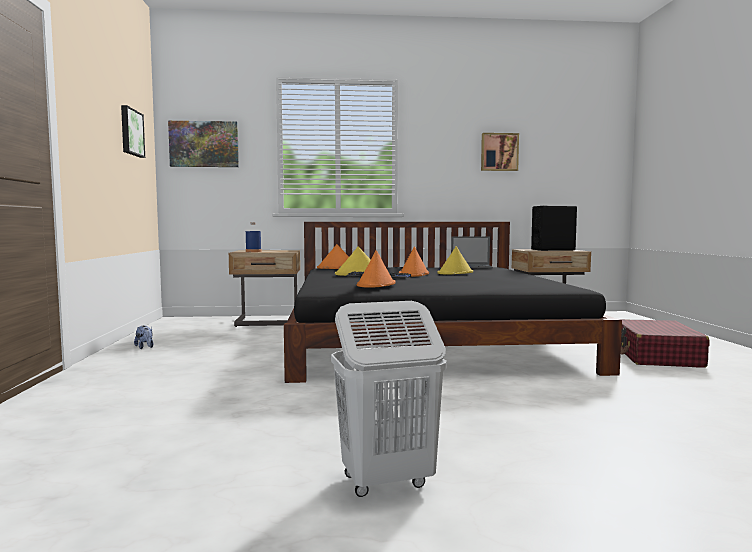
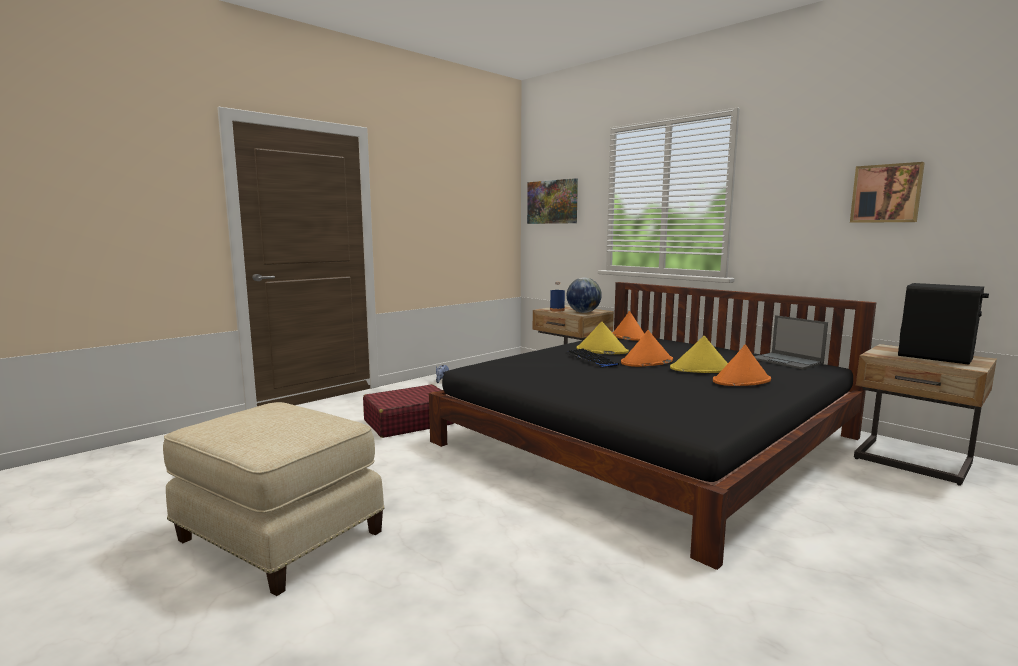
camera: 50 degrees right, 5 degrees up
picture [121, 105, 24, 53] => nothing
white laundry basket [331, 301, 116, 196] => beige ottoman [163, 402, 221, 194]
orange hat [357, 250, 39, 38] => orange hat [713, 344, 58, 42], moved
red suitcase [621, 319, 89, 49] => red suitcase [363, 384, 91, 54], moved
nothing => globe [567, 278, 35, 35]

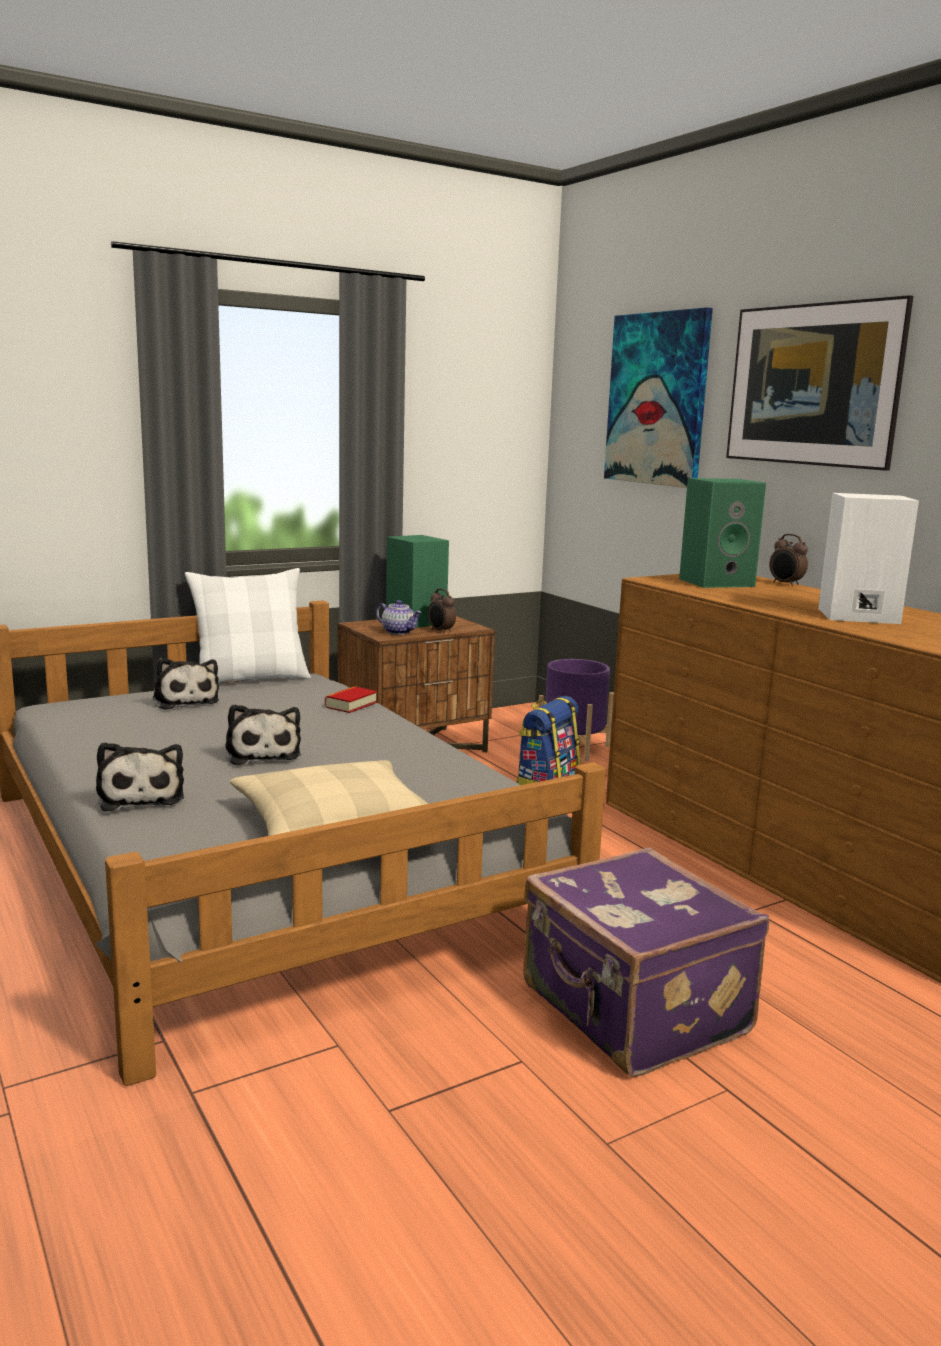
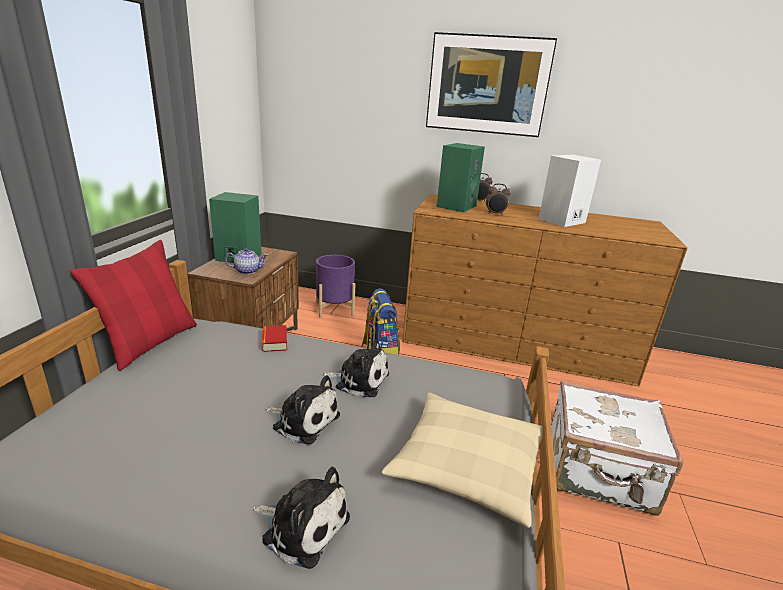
camera: 45 degrees left, 10 degrees up
plush toy [153, 658, 66, 52] => plush toy [322, 339, 67, 58], moved
white pillow [185, 568, 126, 115] => red pillow [70, 240, 127, 131]
alarm clock [428, 588, 28, 46] => alarm clock [486, 184, 24, 30], moved
purple suitcase [523, 848, 246, 229] => white suitcase [551, 381, 132, 135]
picture [604, 307, 109, 181] => nothing

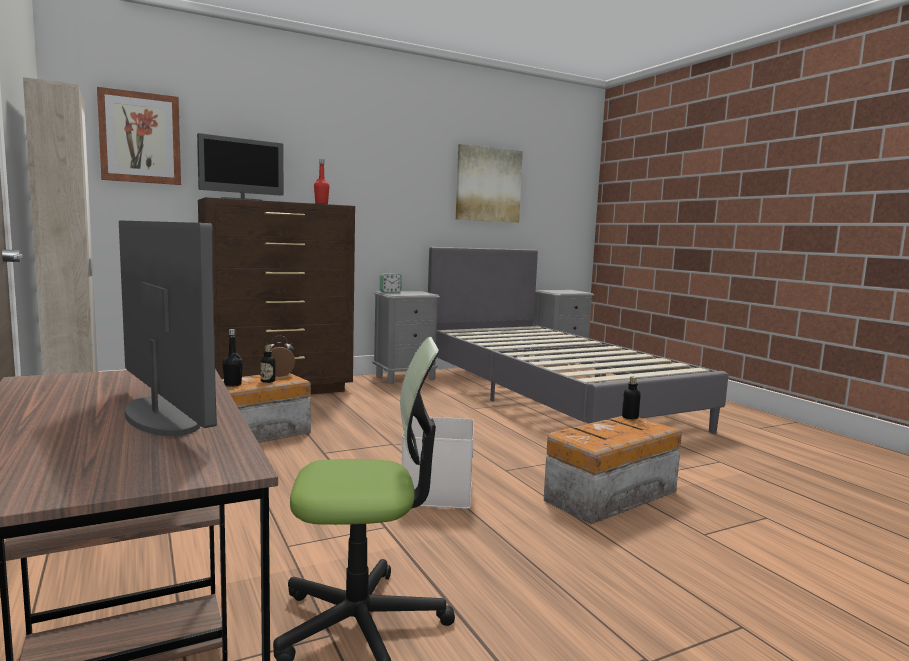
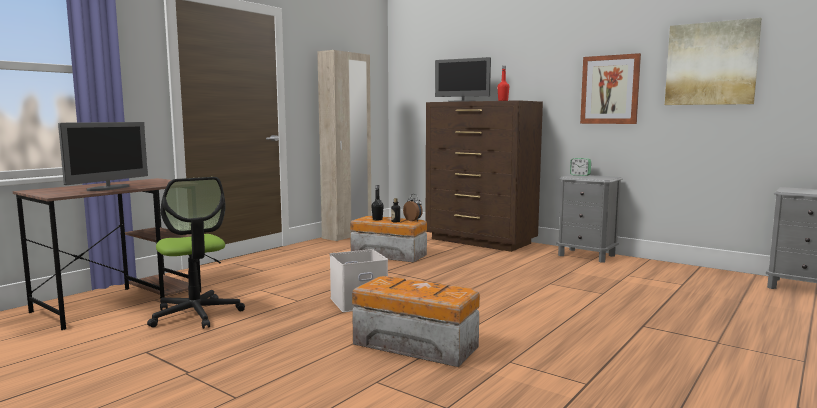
camera: 65 degrees right, 0 degrees up
picture [97, 87, 84, 98] => picture [580, 53, 61, 71], moved
grey bed [428, 247, 300, 187] => nothing
bottle [622, 377, 19, 42] => nothing

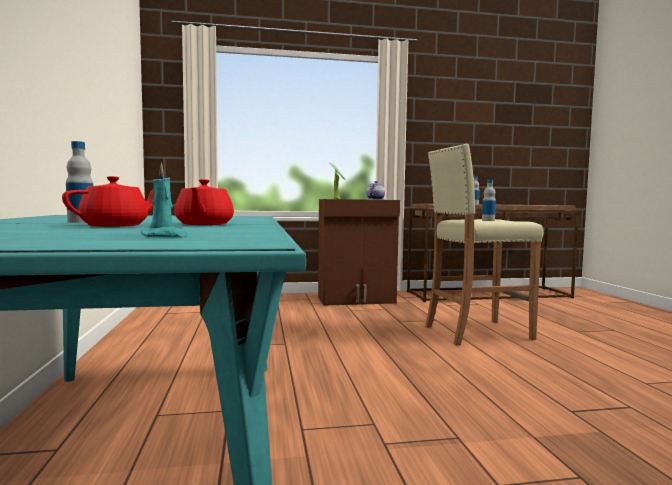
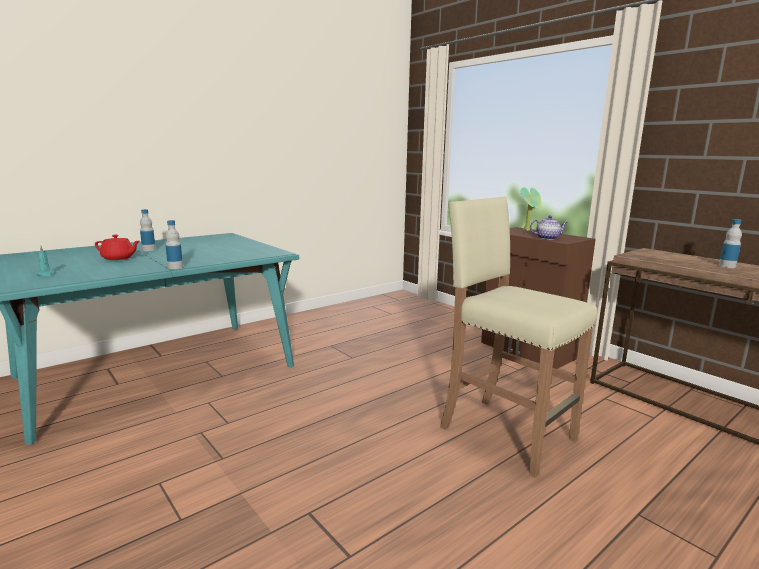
camera: 60 degrees right, 10 degrees up
red teapot [174, 179, 60, 46] => nothing
bottle [482, 179, 14, 42] => bottle [165, 220, 18, 49], moved

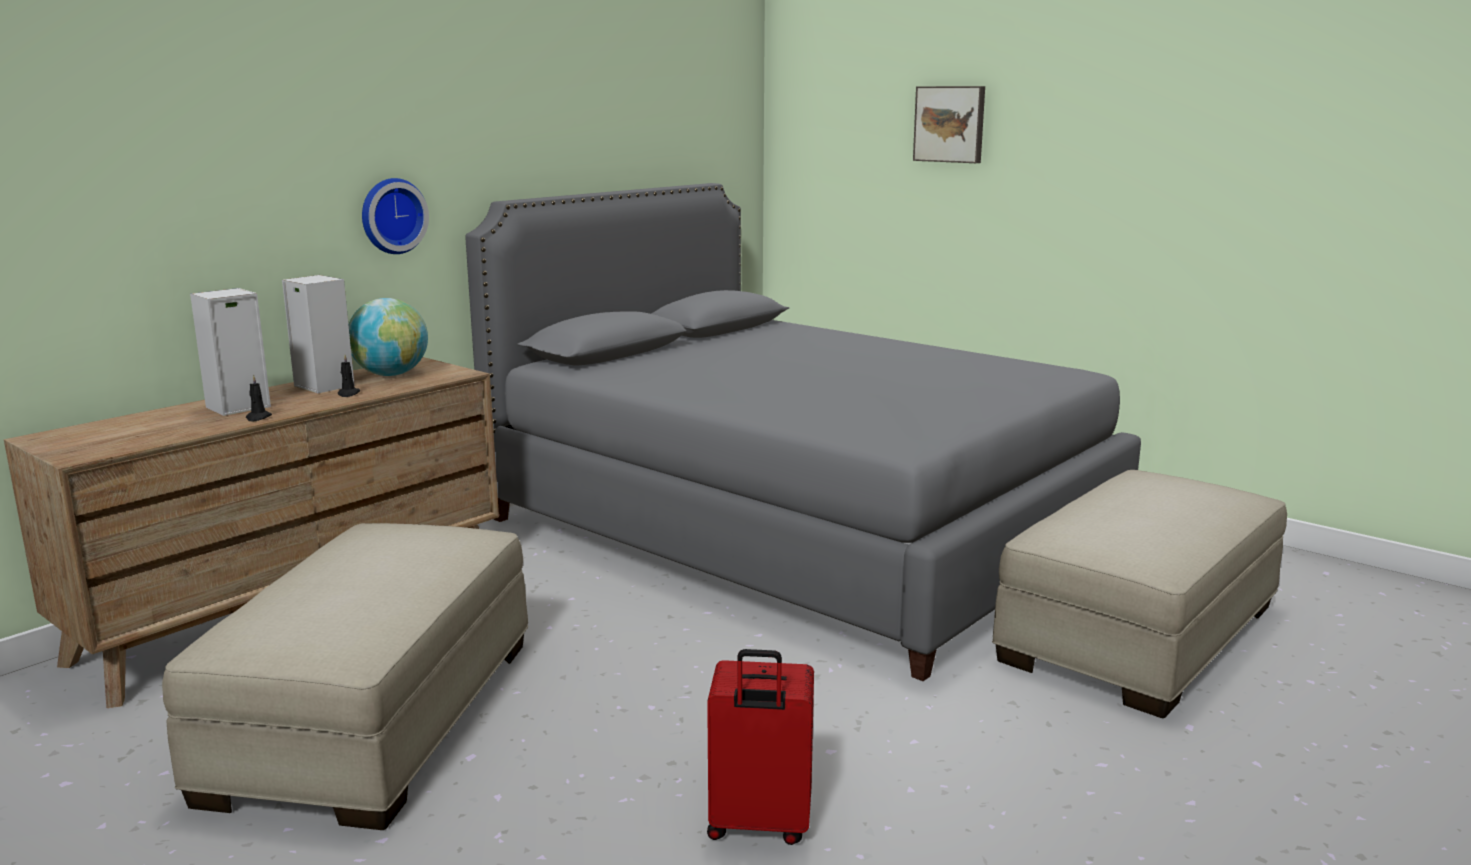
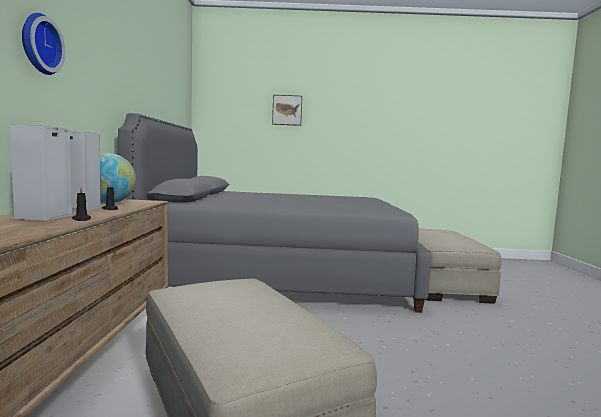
camera: 40 degrees left, 10 degrees down
wall clock [362, 178, 67, 76] => wall clock [22, 13, 43, 62], moved
red suitcase [707, 649, 107, 196] => nothing

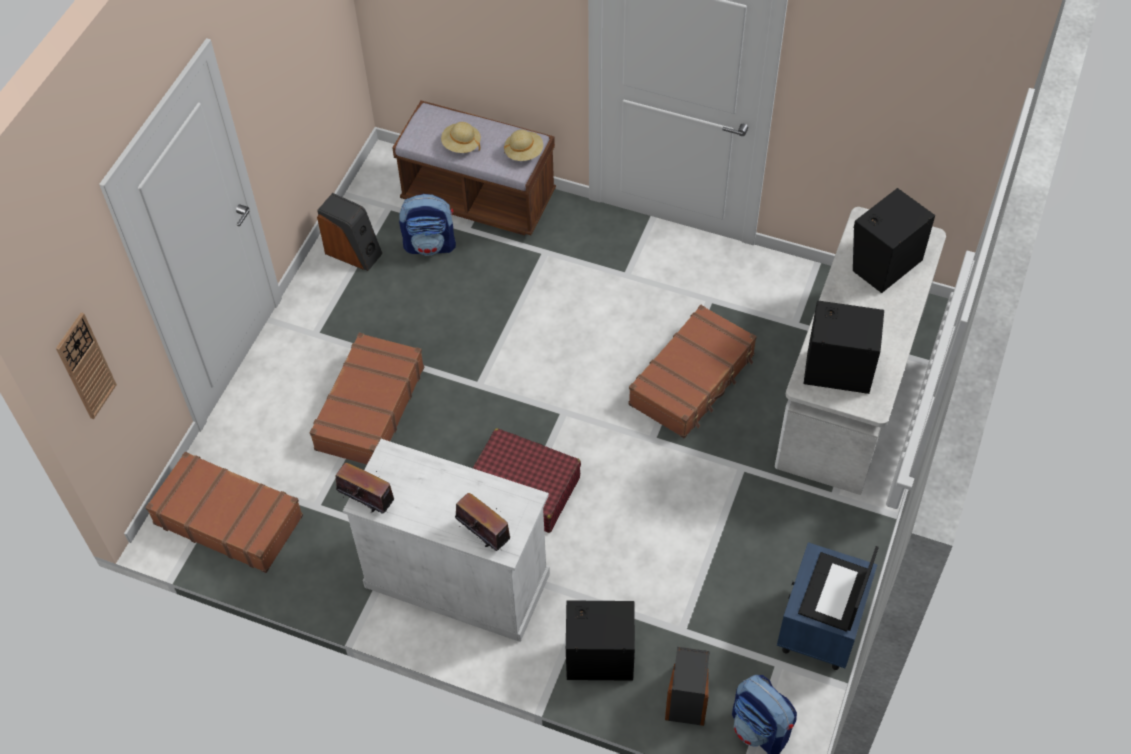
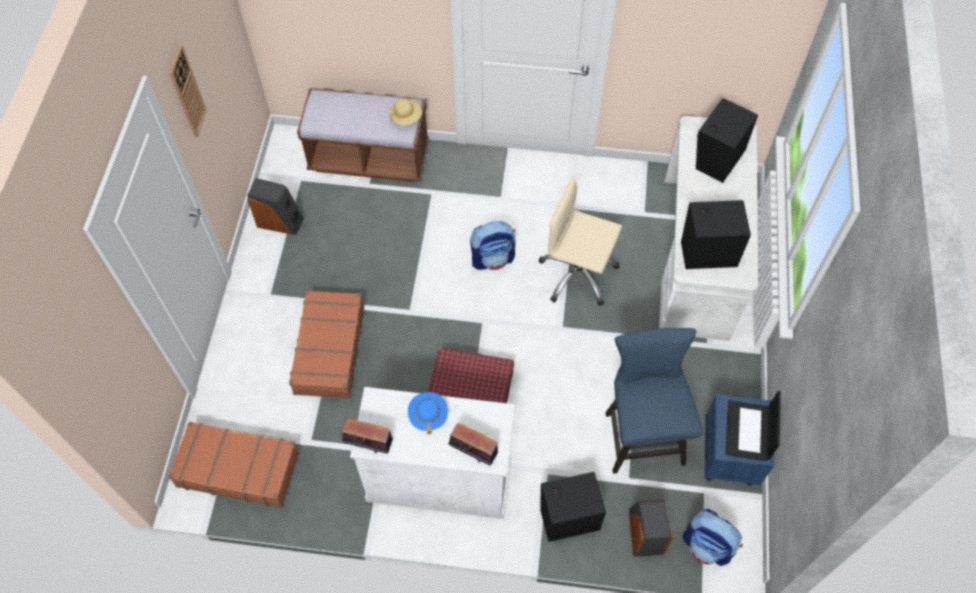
camera: 15 degrees left, 5 degrees up
wall clock [56, 312, 61, 107] => wall clock [169, 45, 38, 92], moved
backpack [399, 194, 57, 62] => backpack [470, 221, 46, 49], moved
beige hat [441, 122, 40, 31] => nothing
brown suitcase [628, 305, 129, 133] => beige office chair [538, 177, 84, 129]
nothing => blue hat [408, 392, 40, 42]
nothing => blue chair [605, 328, 98, 146]

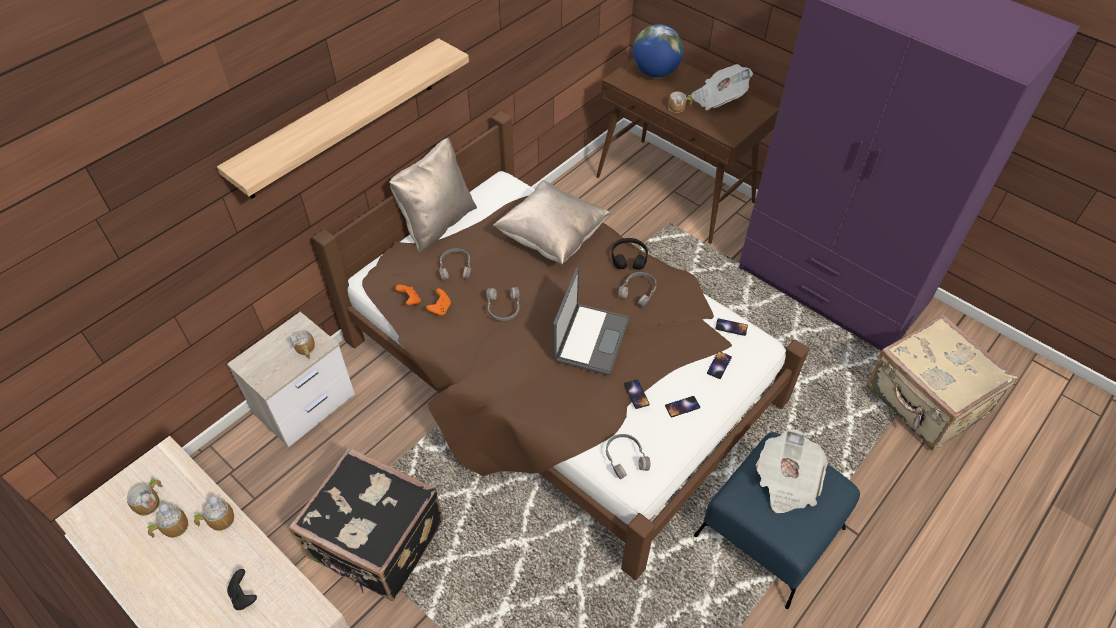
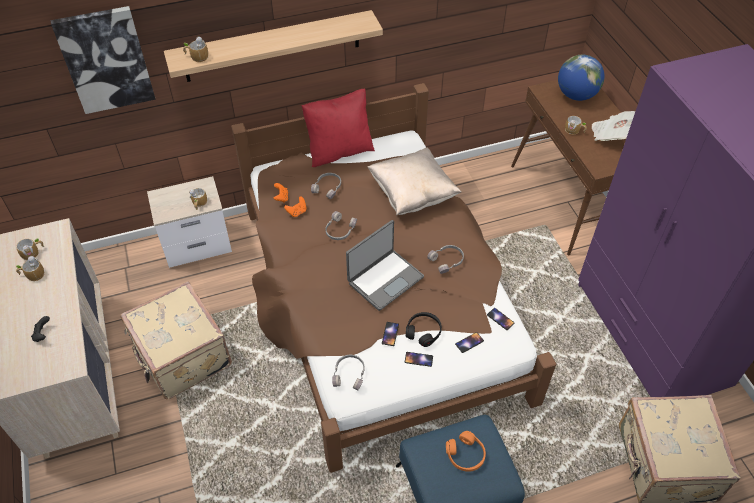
camera: 30 degrees right, 0 degrees up
mug [194, 496, 41, 35] => mug [183, 37, 25, 25], moved
black suitcase [289, 448, 154, 153] => beige suitcase [120, 282, 112, 117]
beige pillow [389, 138, 88, 114] => red pillow [301, 89, 74, 78]
black headphones [612, 238, 36, 32] => black headphones [406, 312, 36, 35], moved
newspaper [756, 429, 72, 84] => orange headphones [446, 431, 40, 41]
nothing => picture [51, 6, 105, 108]

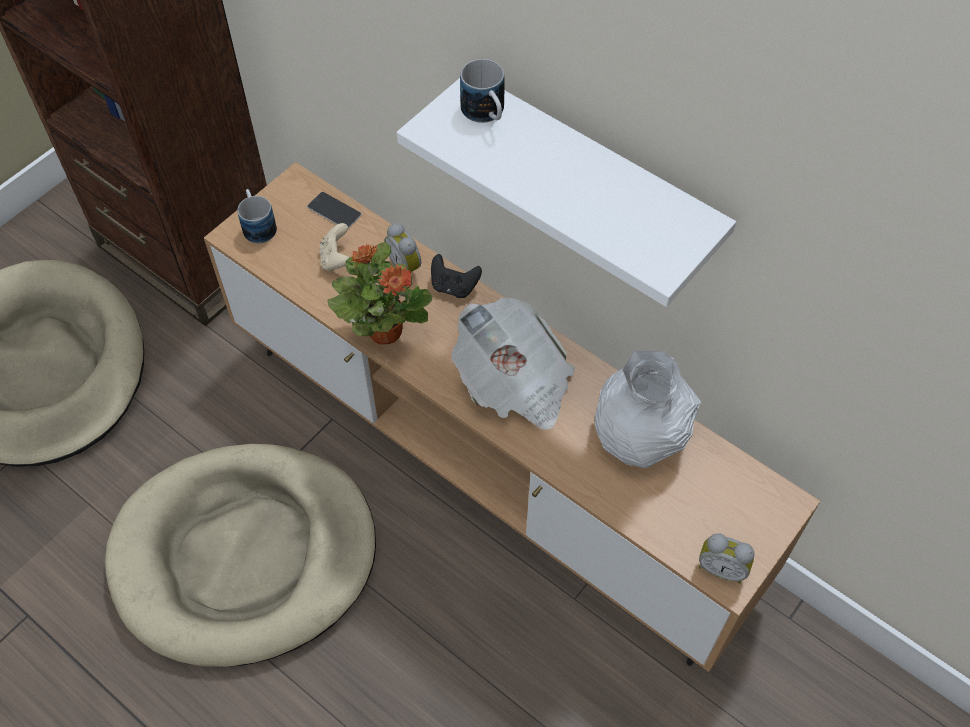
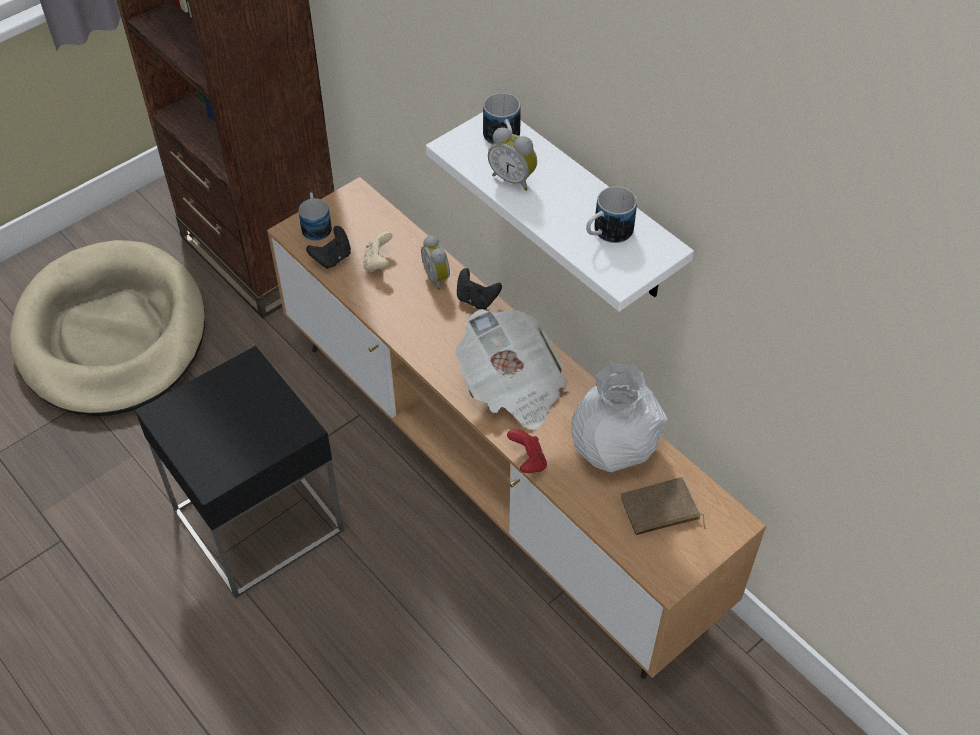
camera: 10 degrees right, 5 degrees down
beige dog bed [105, 444, 271, 223] => black side table [135, 346, 209, 252]
phone [307, 192, 55, 37] => nothing
potted plant [328, 242, 104, 103] => nothing
alarm clock [699, 533, 55, 51] => alarm clock [488, 128, 49, 63], moved
nothing => black game controller [306, 226, 45, 43]
nothing => red game controller [507, 429, 40, 44]
nothing => mug [586, 186, 51, 57]
nothing => brown book [620, 477, 86, 58]

